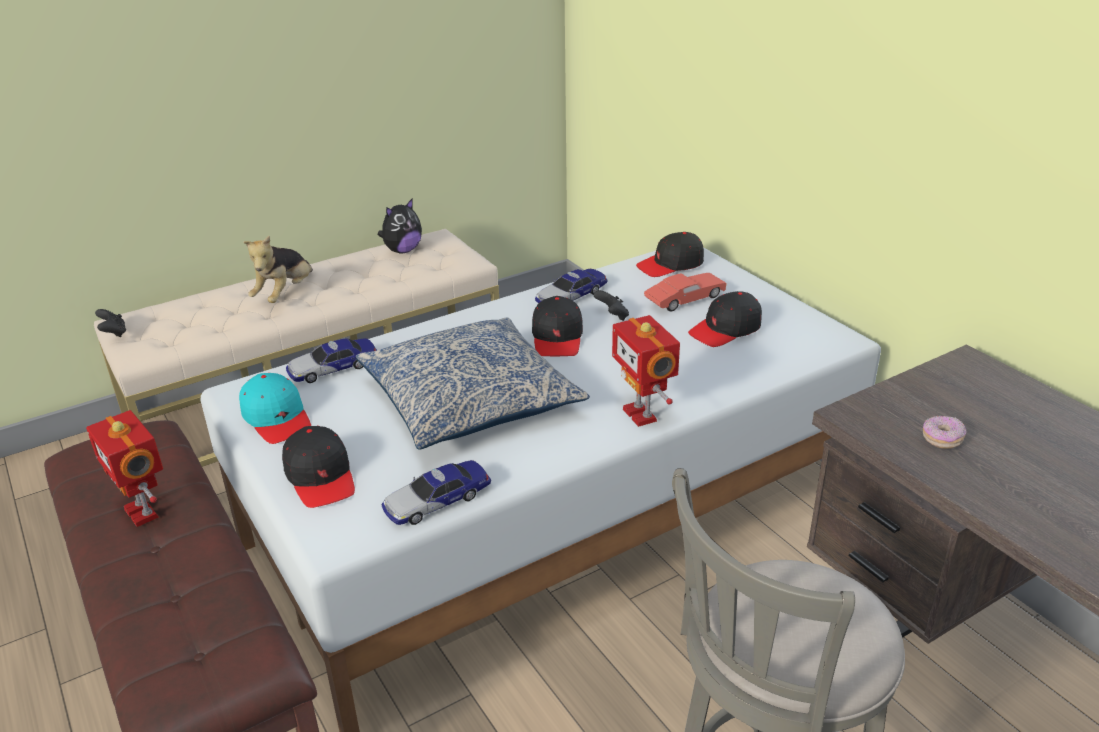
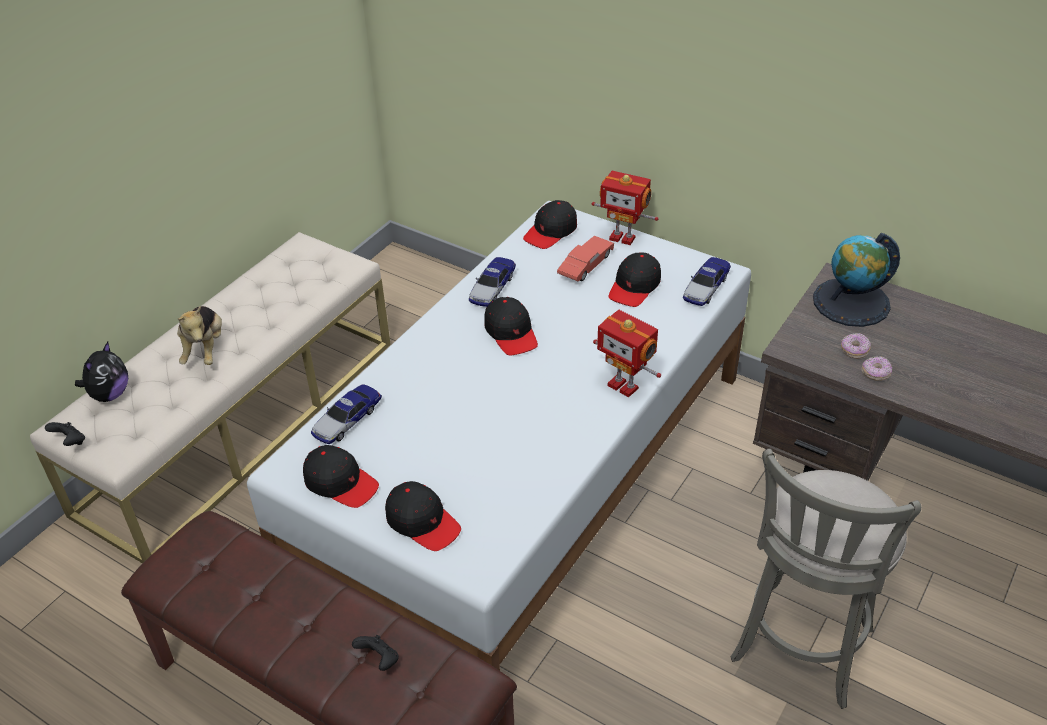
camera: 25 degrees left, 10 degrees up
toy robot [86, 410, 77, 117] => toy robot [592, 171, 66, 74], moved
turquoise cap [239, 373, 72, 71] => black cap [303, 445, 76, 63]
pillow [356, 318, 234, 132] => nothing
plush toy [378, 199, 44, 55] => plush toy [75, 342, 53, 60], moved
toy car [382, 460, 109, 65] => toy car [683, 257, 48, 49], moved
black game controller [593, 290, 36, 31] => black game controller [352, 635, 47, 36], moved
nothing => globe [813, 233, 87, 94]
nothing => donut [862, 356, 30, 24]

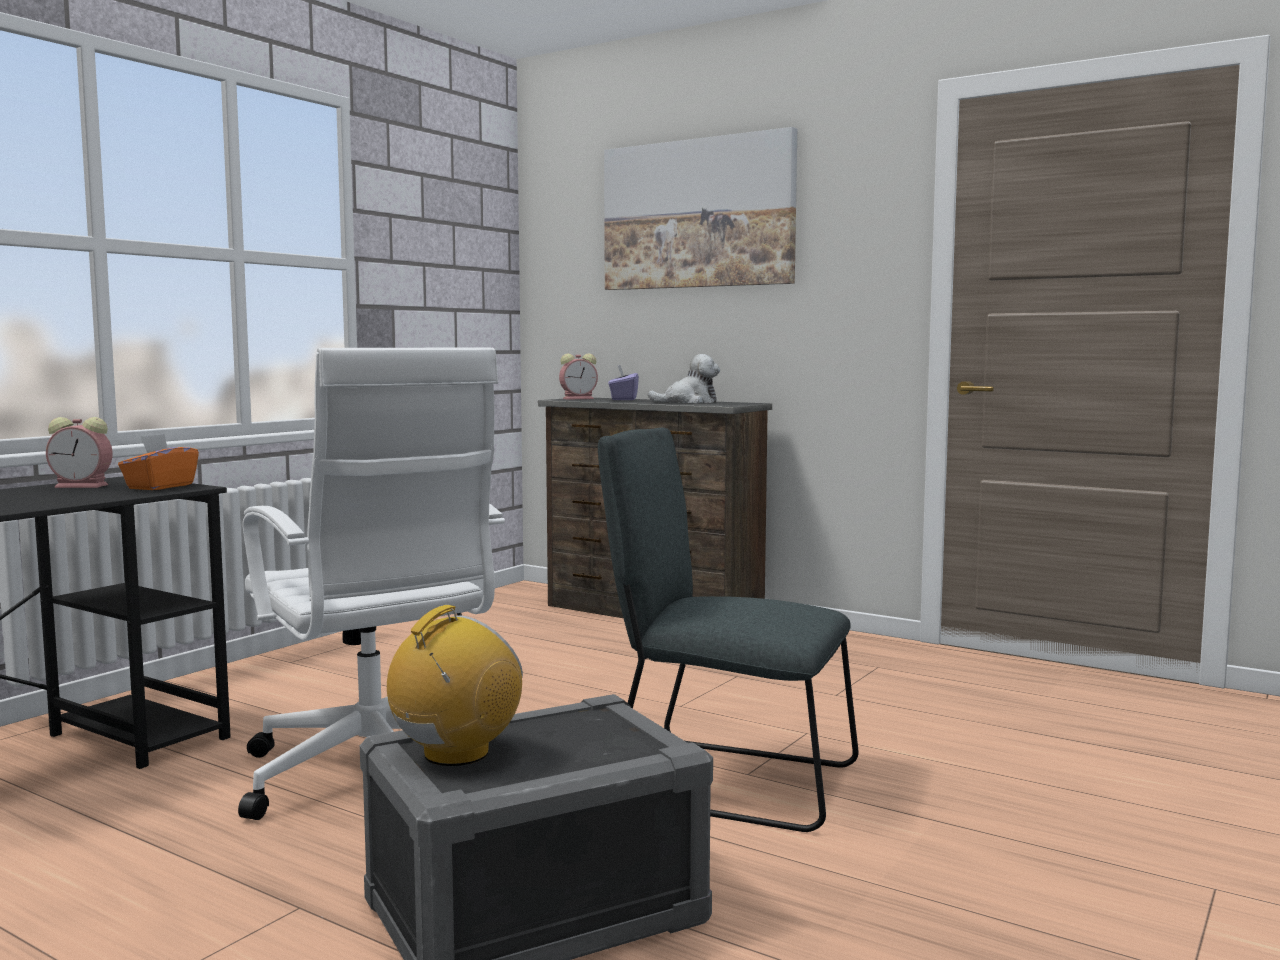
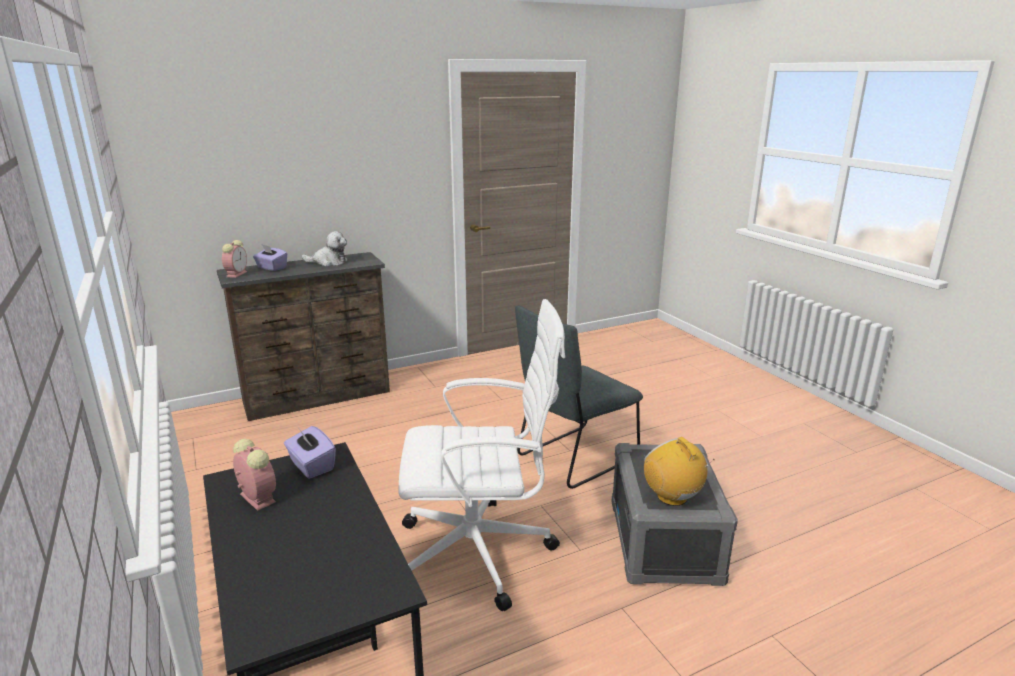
camera: 60 degrees left, 15 degrees up
alarm clock [46, 417, 67, 71] => alarm clock [233, 439, 43, 72], 75 degrees counterclockwise
orange tissue box [118, 434, 81, 56] => purple tissue box [284, 426, 52, 53]
picture [604, 127, 193, 163] => nothing
plush toy [648, 354, 72, 49] => plush toy [302, 231, 45, 35], 75 degrees clockwise

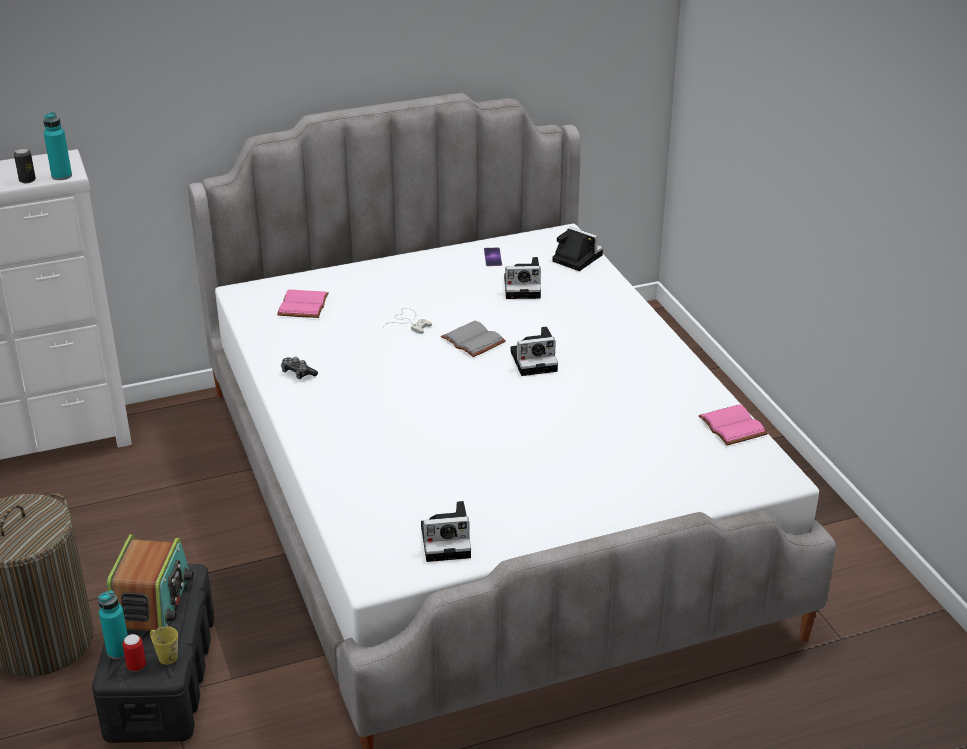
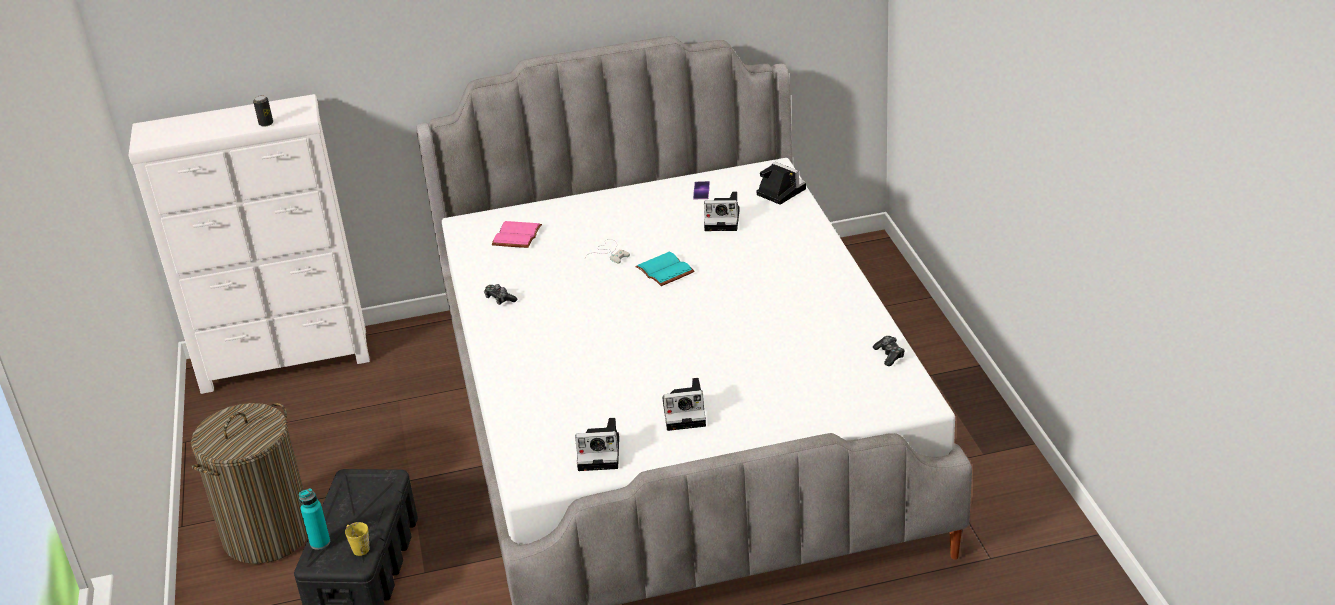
camera: 10 degrees right, 0 degrees up
turquoise bottle [43, 112, 29, 68] => nothing
radio [107, 534, 87, 97] => nothing
can [122, 634, 24, 37] => nothing
grey book [441, 321, 65, 36] => turquoise book [635, 252, 59, 34]
photo camera [511, 327, 47, 49] => photo camera [662, 378, 44, 53], moved
pink book [698, 404, 70, 41] => game controller [873, 336, 32, 30]

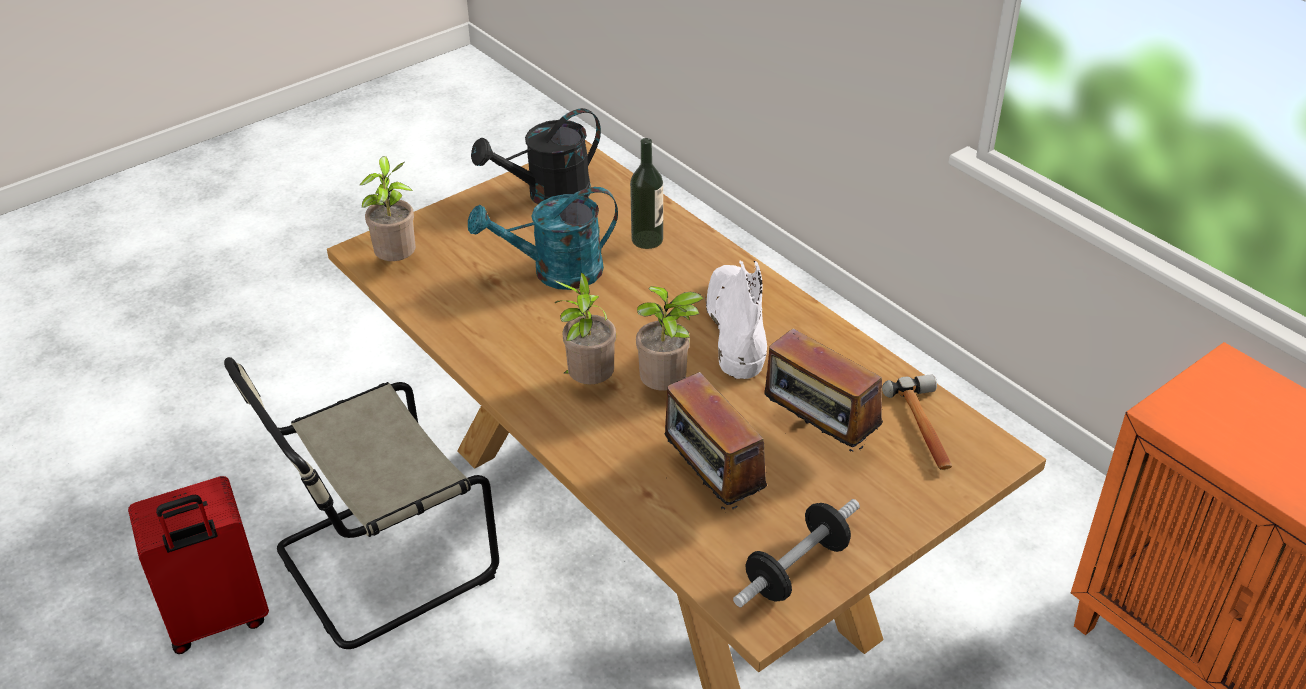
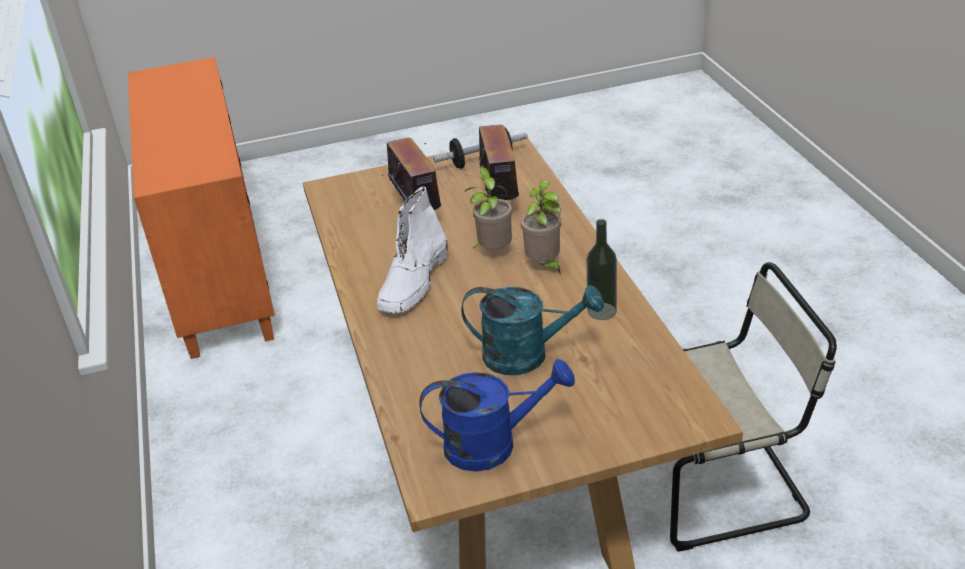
camera: 155 degrees left, 5 degrees down
red suitcase [128, 476, 141, 178] => nothing
potted plant [360, 156, 56, 105] => nothing
black watering can [471, 108, 130, 96] => blue watering can [419, 359, 156, 113]
bottle [630, 138, 33, 111] => bottle [586, 219, 31, 101], moved
hammer [882, 374, 70, 96] => nothing

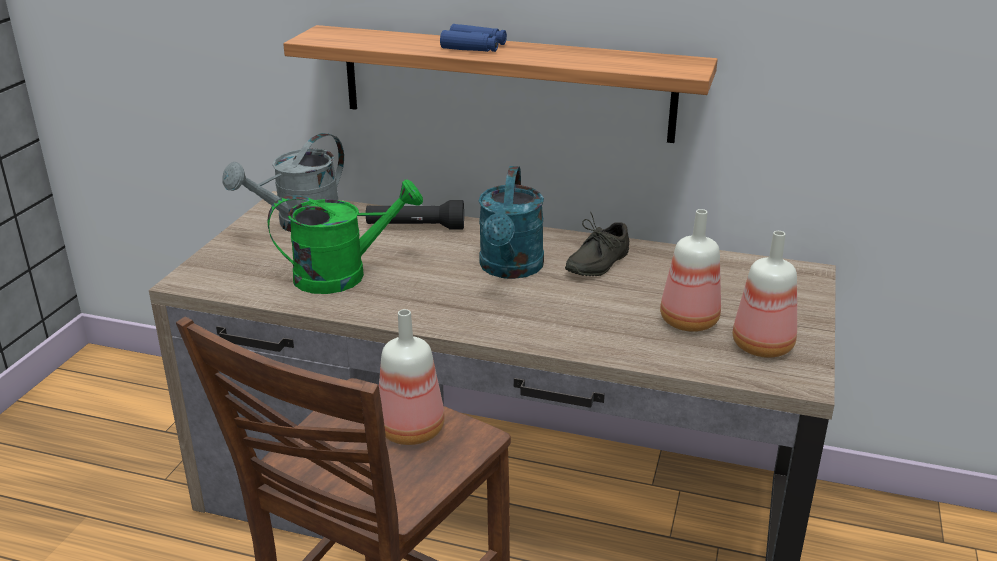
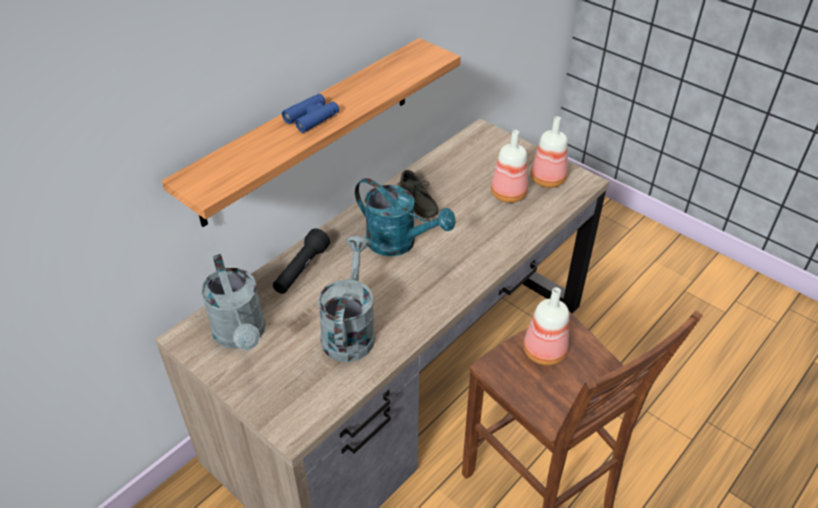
camera: 65 degrees left, 15 degrees up
green watering can [268, 180, 155, 114] => grey watering can [318, 236, 57, 126]

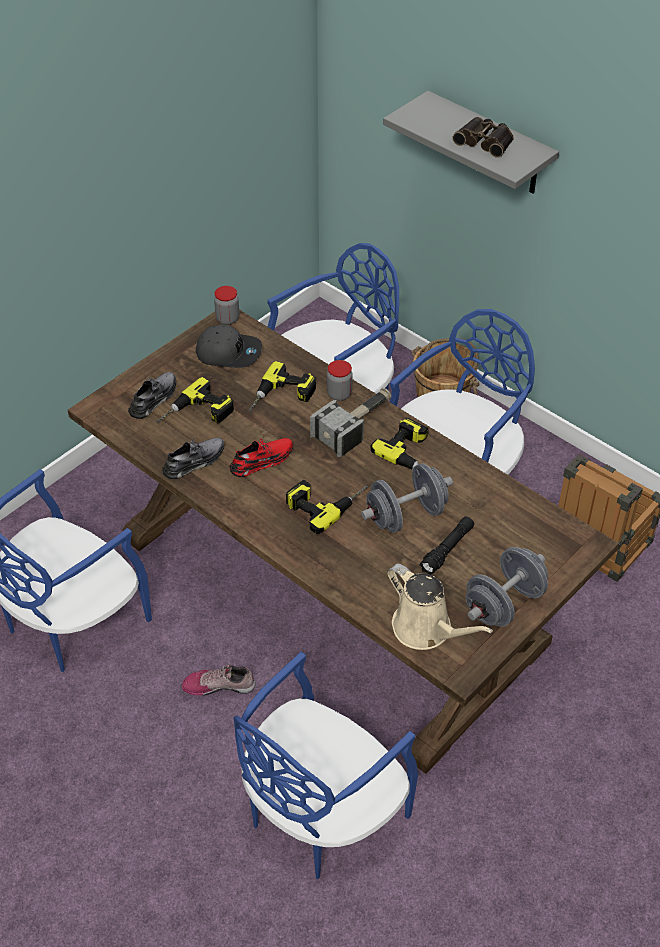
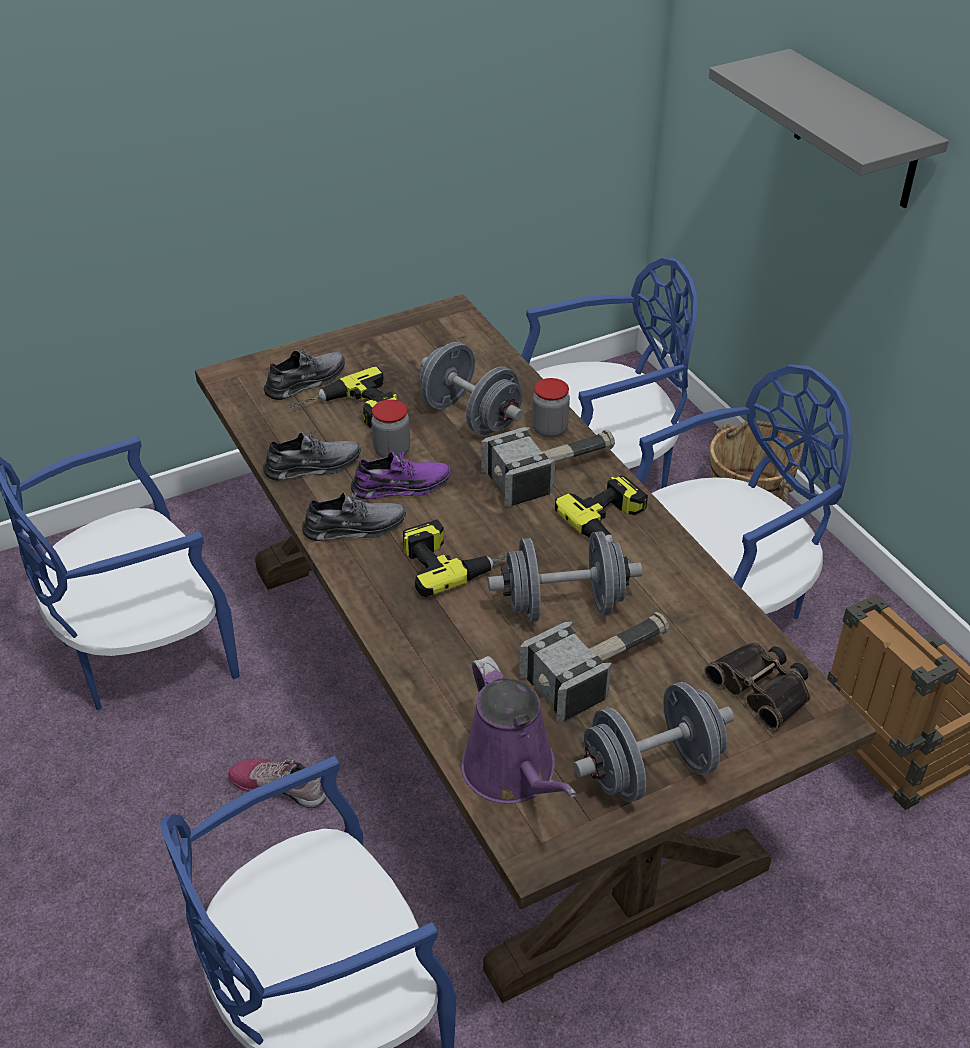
camera: 20 degrees right, 5 degrees down
grey cap [196, 324, 66, 44] => nothing
jar [214, 286, 25, 39] => jar [371, 400, 39, 58], moved
red shoe [230, 438, 63, 39] => purple shoe [351, 450, 100, 49]
power drill [249, 361, 67, 51] => grey dumbbell [420, 342, 103, 93]
beige watering can [387, 564, 106, 86] => purple watering can [461, 656, 116, 148]
black flashlight [419, 516, 55, 59] => hammer [519, 612, 151, 110]
binoculars [452, 117, 62, 41] => binoculars [704, 642, 106, 89], moved
nothing => grey shoe [302, 491, 104, 50]

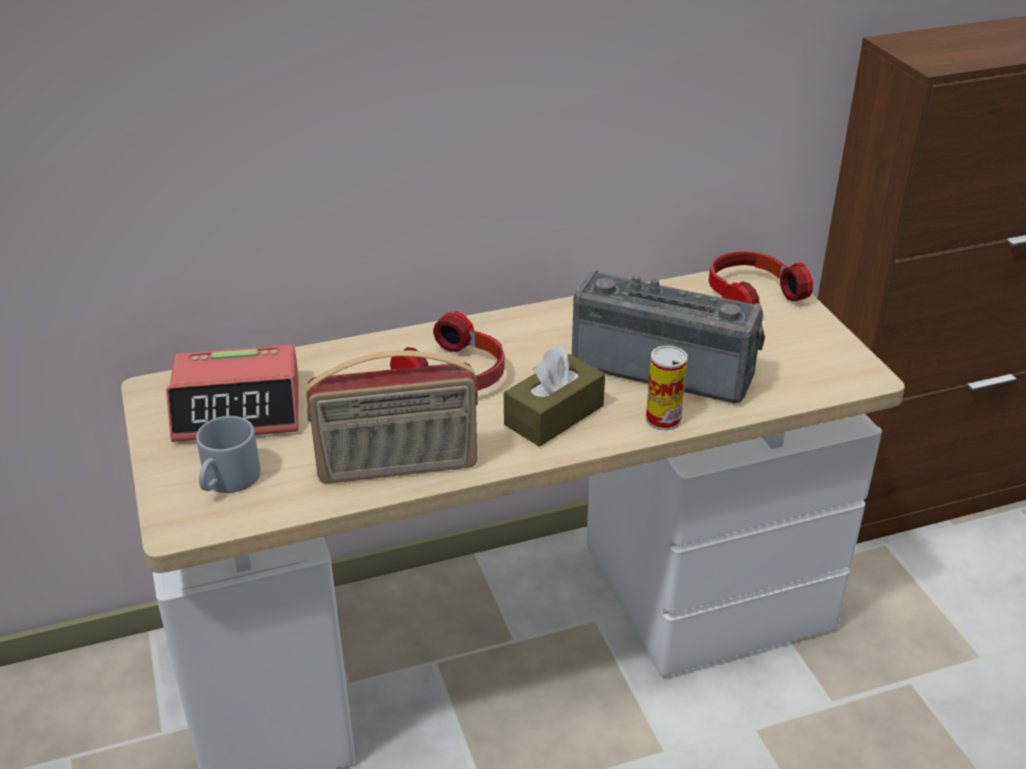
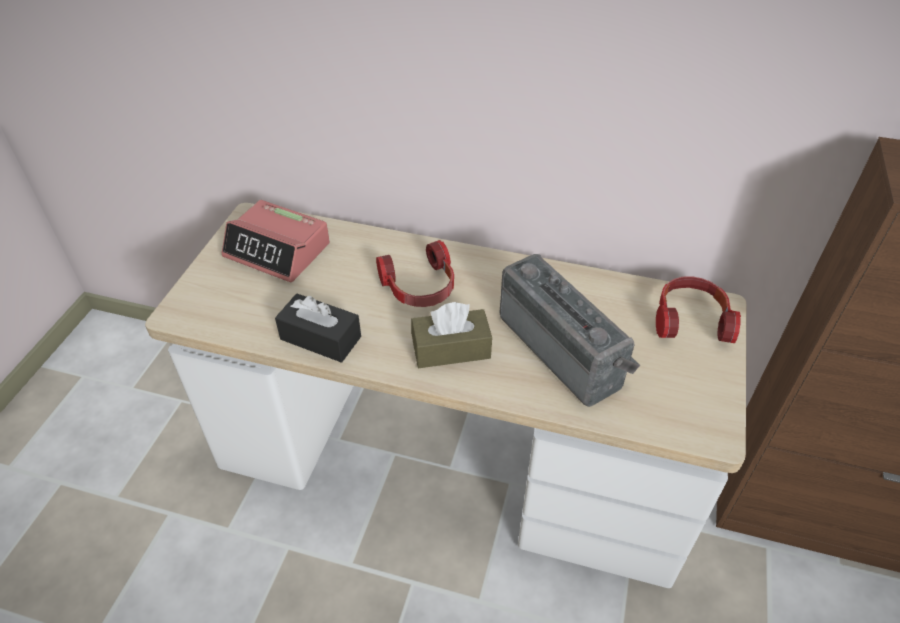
camera: 35 degrees right, 10 degrees up
grey mug [196, 416, 65, 77] => nothing
radio [306, 350, 172, 134] => black tissue box [275, 293, 86, 69]
can [646, 345, 42, 85] => nothing

